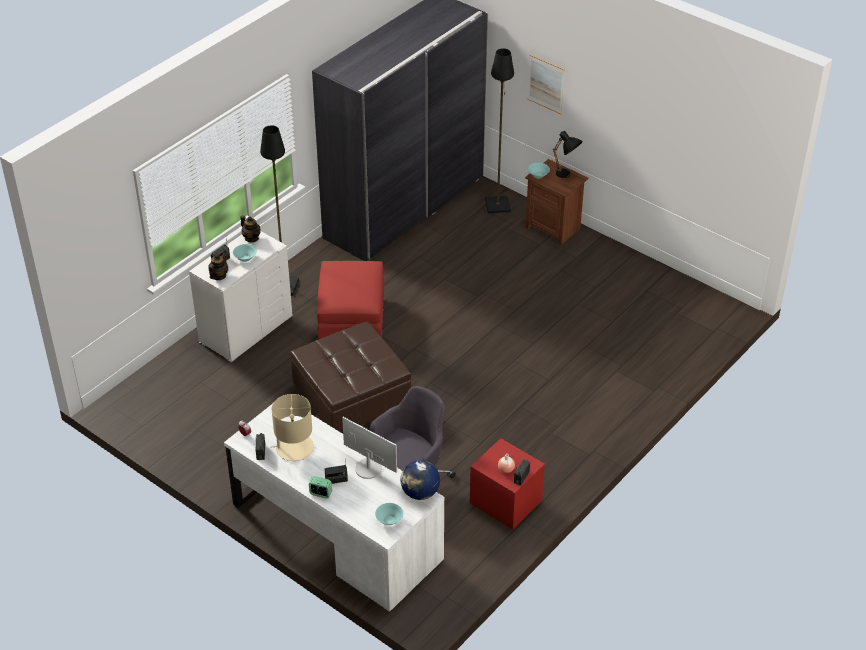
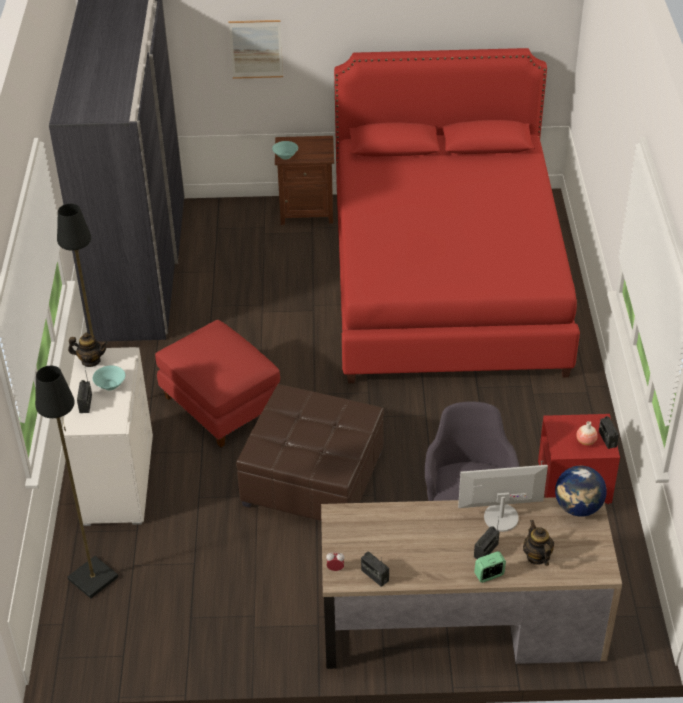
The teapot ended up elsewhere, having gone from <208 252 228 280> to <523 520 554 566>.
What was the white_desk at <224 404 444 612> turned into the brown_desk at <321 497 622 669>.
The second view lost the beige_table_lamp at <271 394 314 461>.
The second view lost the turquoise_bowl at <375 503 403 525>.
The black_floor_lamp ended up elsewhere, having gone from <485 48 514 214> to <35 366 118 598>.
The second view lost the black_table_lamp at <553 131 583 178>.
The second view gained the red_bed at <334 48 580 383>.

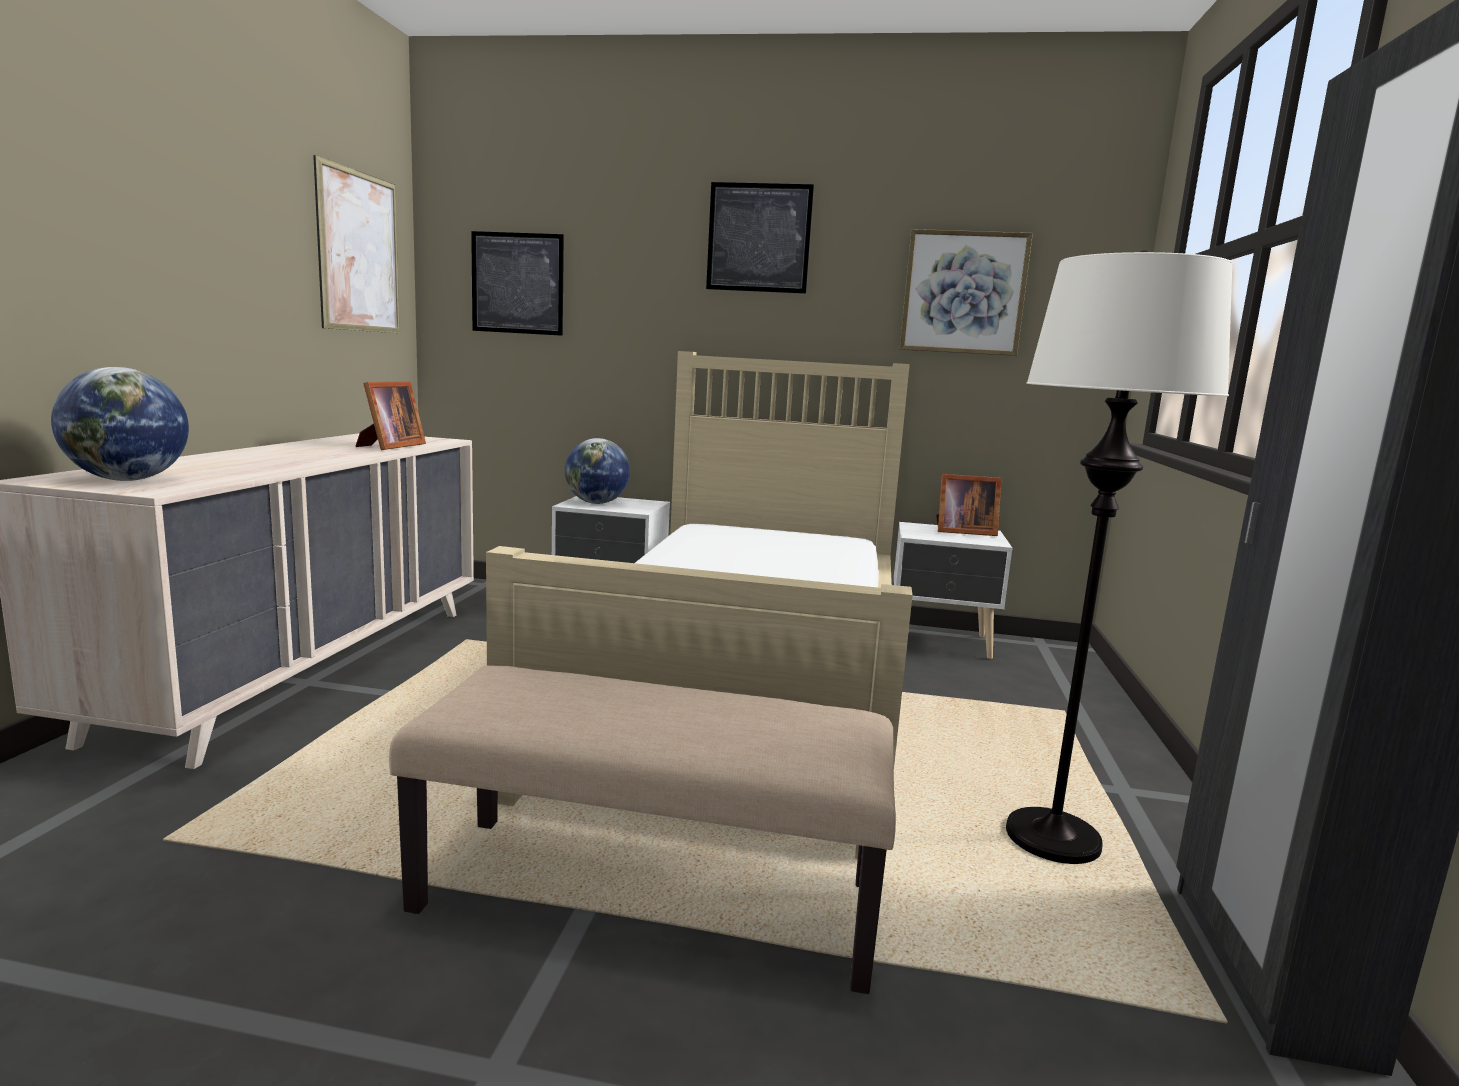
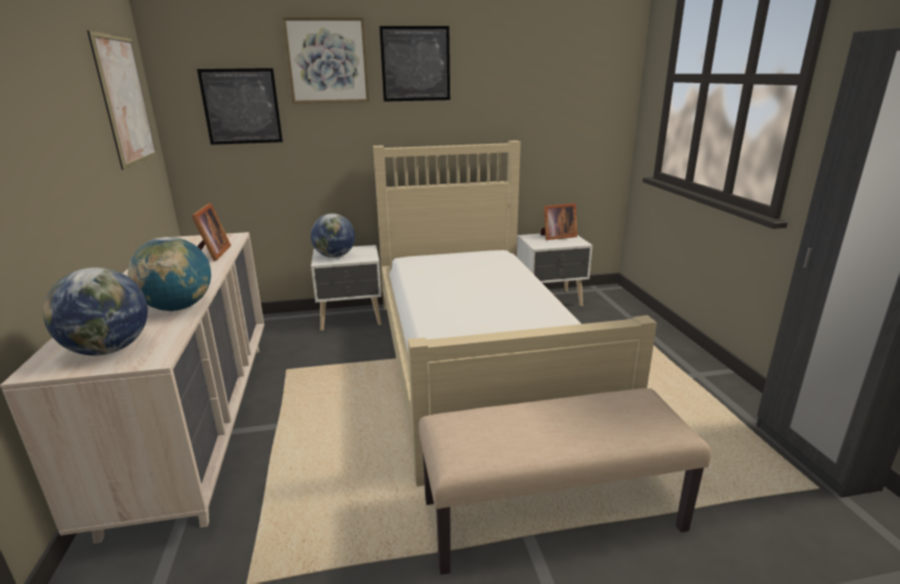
The picture ended up elsewhere, having gone from <899 229 1033 356> to <282 17 370 104>.
The second view lost the white_floor_lamp at <1006 250 1233 864>.
The second view gained the globe at <128 237 211 311>.

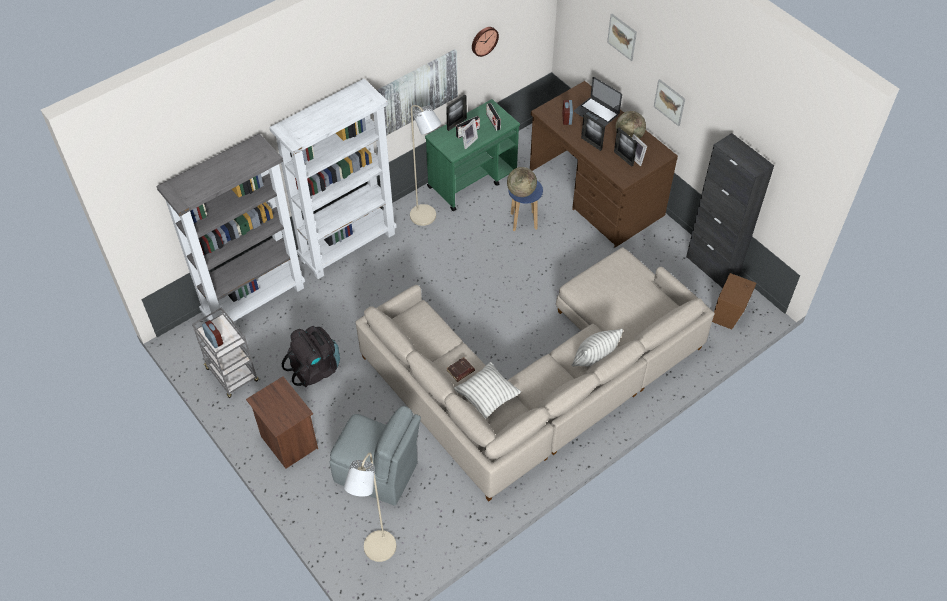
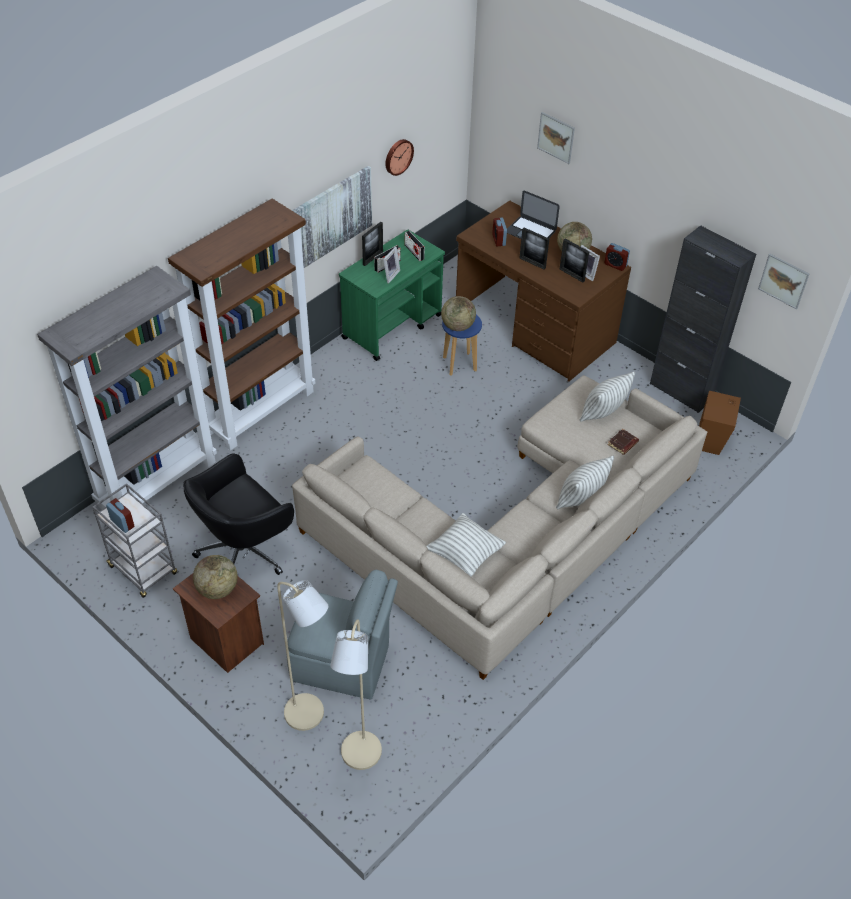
What was the white_bookcase at <269 79 397 279> turned into the brown_bookcase at <168 199 315 451>.
Where the black_backpack stood at <282 326 340 387>, the black_office_chair came to stand at <183 453 294 575>.
The beige_floor_lamp ended up elsewhere, having gone from <410 105 441 226> to <277 580 328 731>.
The brown_book ended up elsewhere, having gone from <446 357 475 382> to <607 429 639 455>.
The picture ended up elsewhere, having gone from <654 79 685 126> to <758 254 809 309>.
The second view gained the globe at <193 555 238 599>.
The second view gained the pillow at <580 371 635 422>.
The second view gained the alarm_clock at <604 243 630 271>.

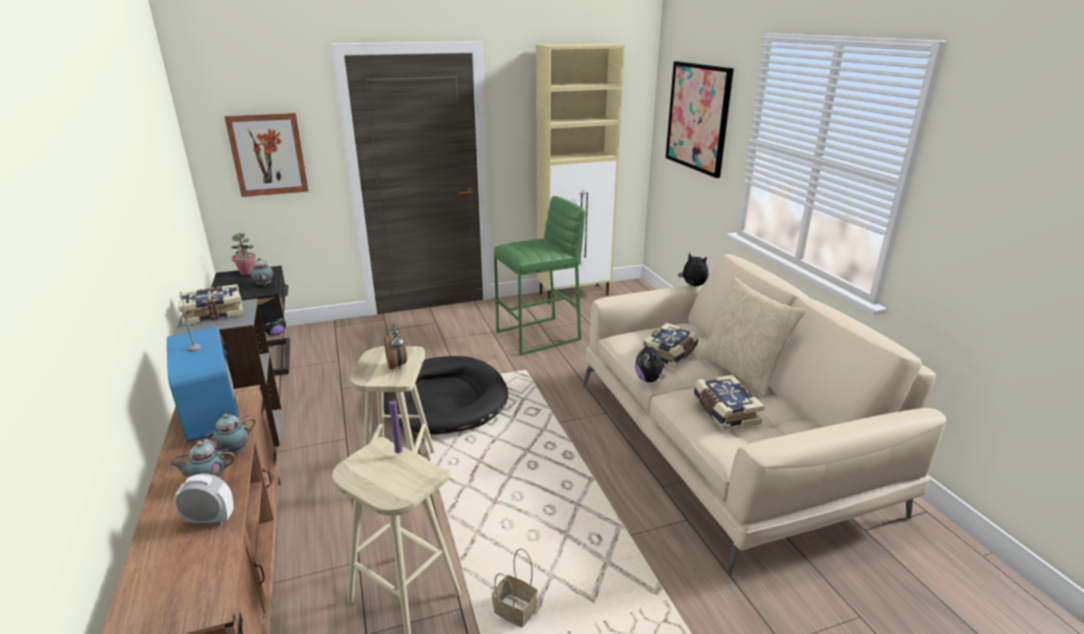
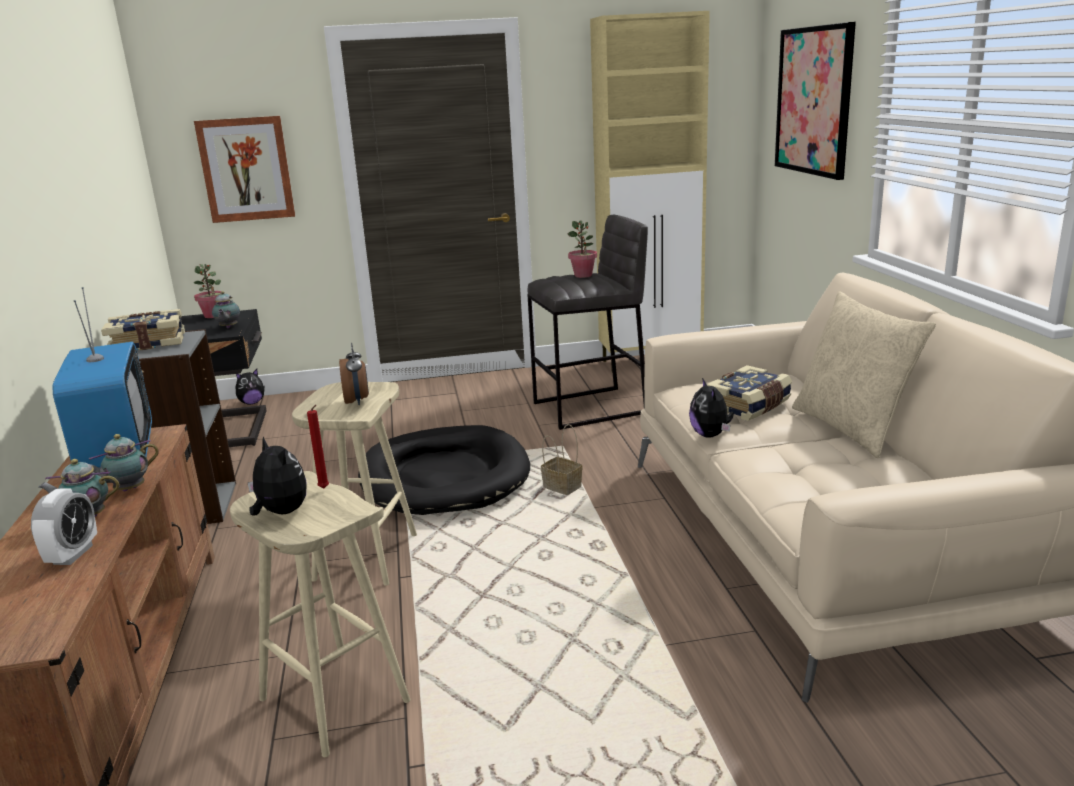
The alarm_clock at <174 473 234 526> ended up facing another way, 90 degrees clockwise from before.
What was the purple_candle at <389 398 403 454> turned into the red_candle at <307 405 329 488>.
The basket ended up elsewhere, having gone from <492 548 538 627> to <541 424 583 495>.
What was the green_stool at <494 196 585 355> turned into the grey_stool at <527 215 648 430>.
The plush_toy ended up elsewhere, having gone from <678 253 708 286> to <248 436 306 516>.
The second view lost the book at <693 375 765 430>.
The second view gained the potted_plant at <568 220 597 278>.

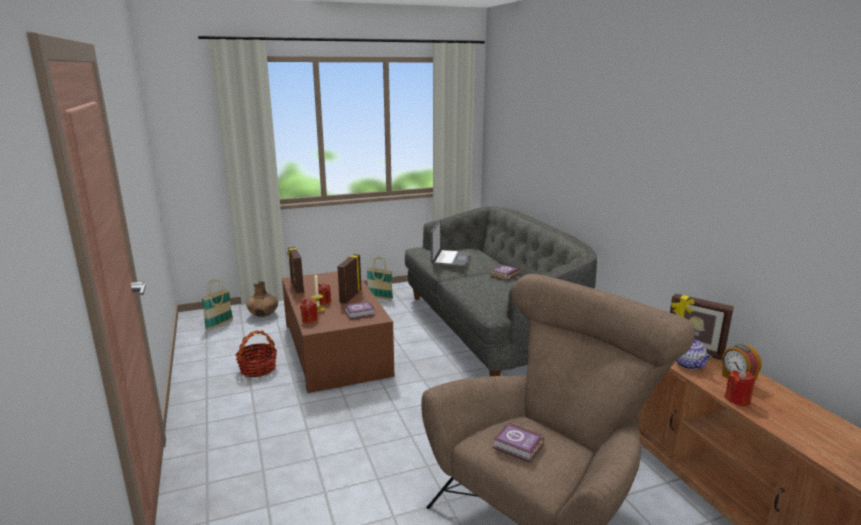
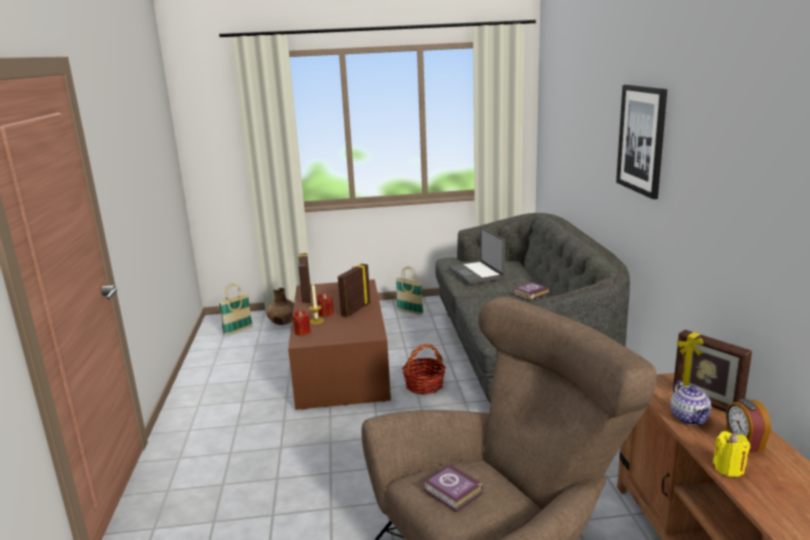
The basket ended up elsewhere, having gone from <235 330 277 377> to <402 344 446 395>.
The second view lost the book at <344 301 376 319>.
The laptop at <431 220 471 268> ended up facing another way, 135 degrees clockwise from before.
What was the red_candle at <725 370 756 406> turned into the yellow_candle at <712 431 750 477>.
The second view gained the picture at <616 85 667 199>.

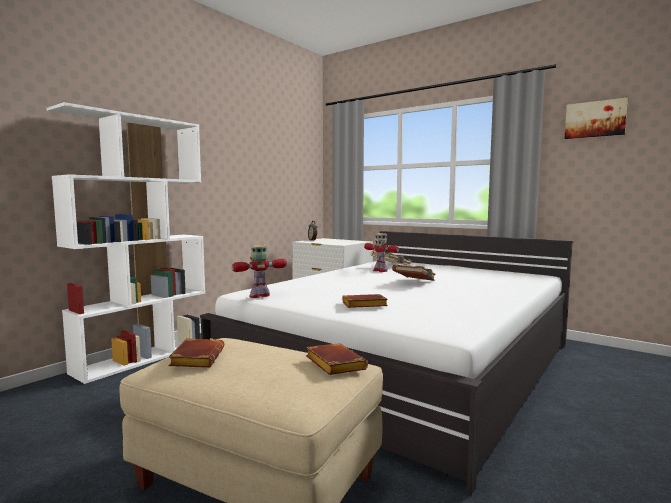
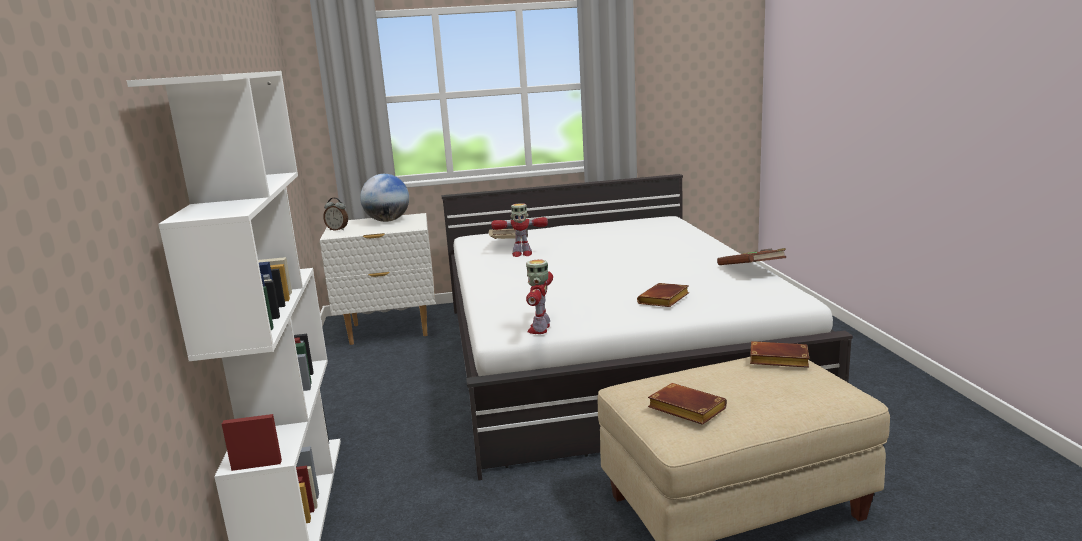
The brown_book ended up elsewhere, having gone from <392 265 436 281> to <717 248 786 265>.
The second view lost the picture at <565 98 628 139>.
The second view gained the globe at <360 174 409 222>.

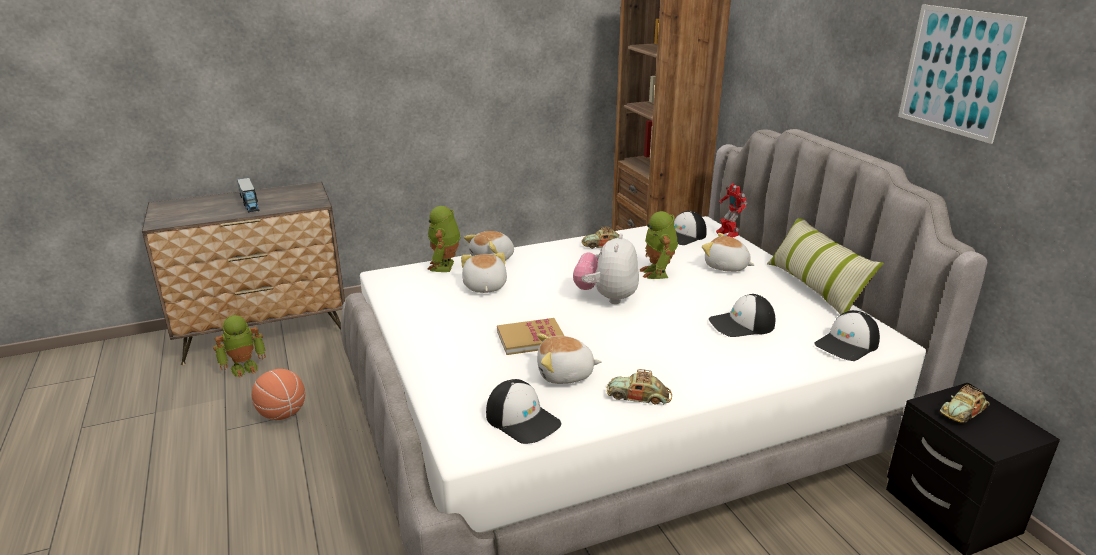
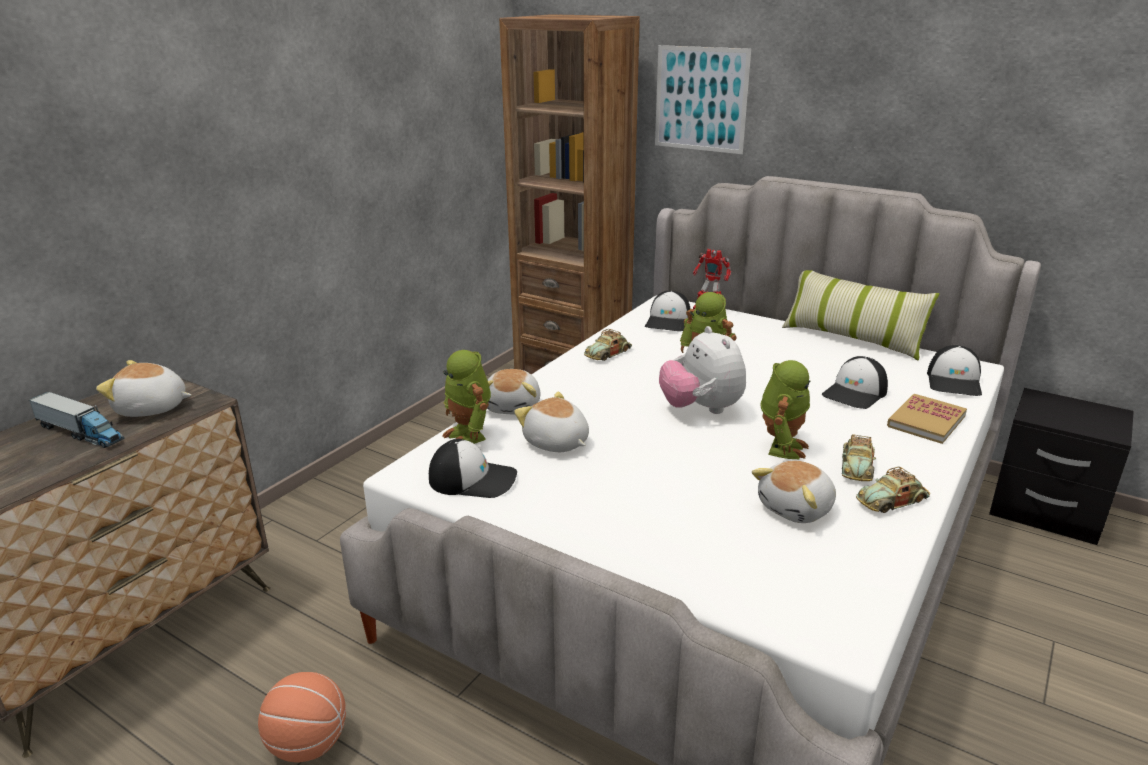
The toy_robot ended up elsewhere, having gone from <213 315 266 378> to <760 360 810 459>.
The cap ended up elsewhere, having gone from <486 379 561 444> to <429 439 517 498>.
The book ended up elsewhere, having gone from <497 318 564 355> to <887 394 967 444>.
The plush_toy ended up elsewhere, having gone from <702 233 754 272> to <96 360 191 417>.
The picture ended up elsewhere, having gone from <898 4 1027 144> to <655 45 751 154>.
The toy_car ended up elsewhere, having gone from <940 385 990 423> to <842 434 876 481>.

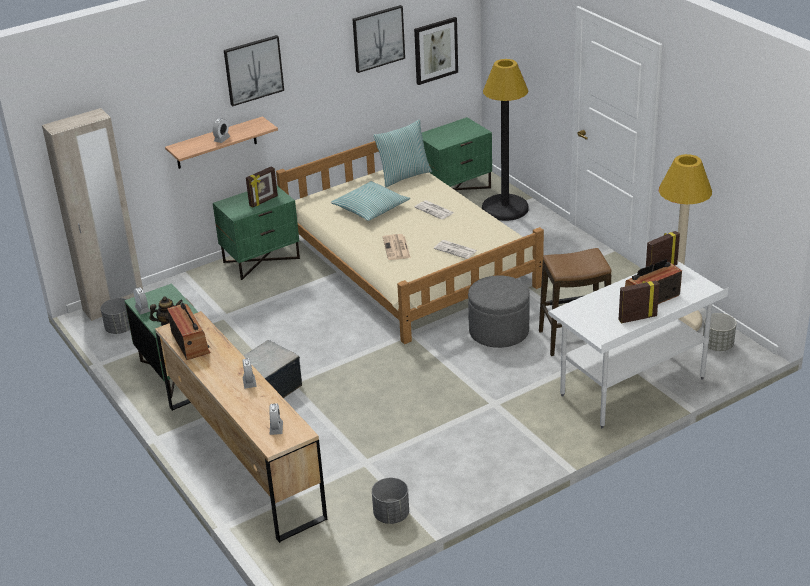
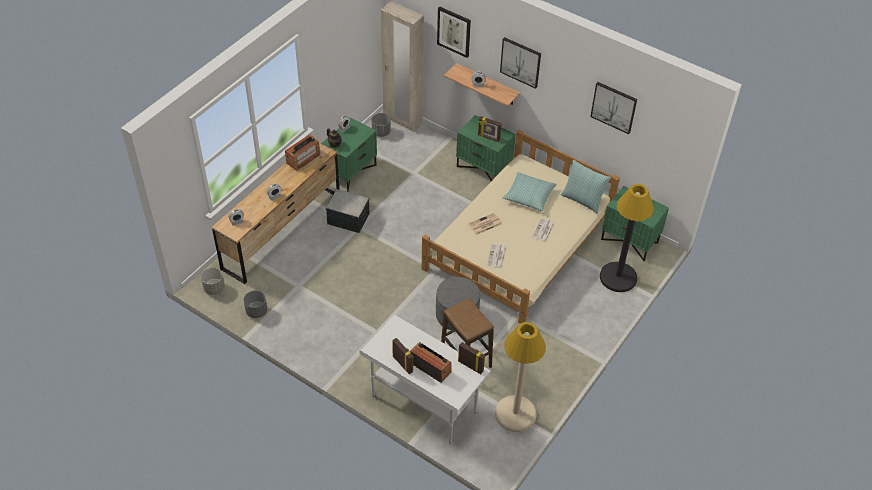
The picture ended up elsewhere, having gone from <414 17 458 85> to <437 6 471 58>.
The grey_planter ended up elsewhere, having gone from <703 313 736 351> to <201 268 225 295>.

